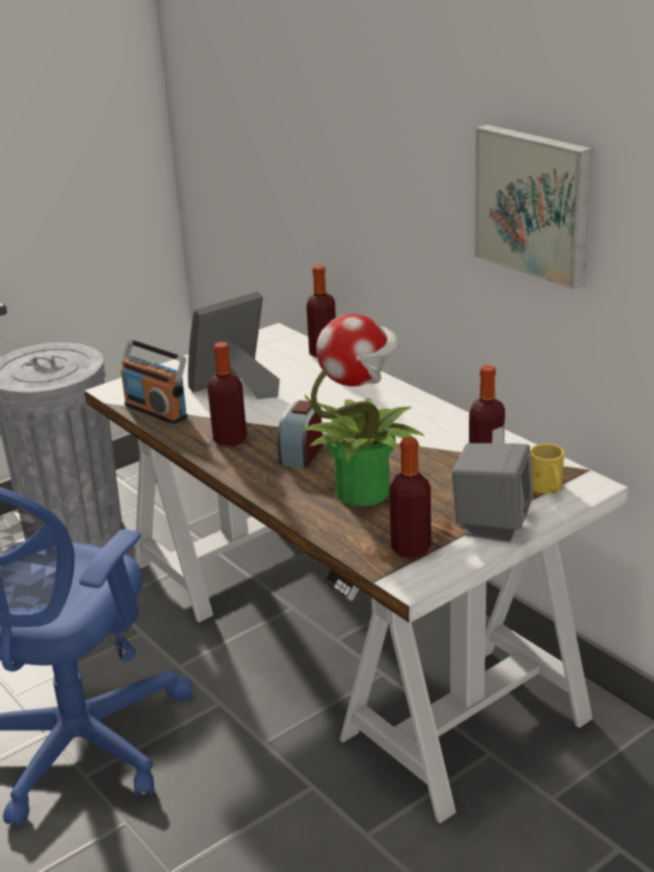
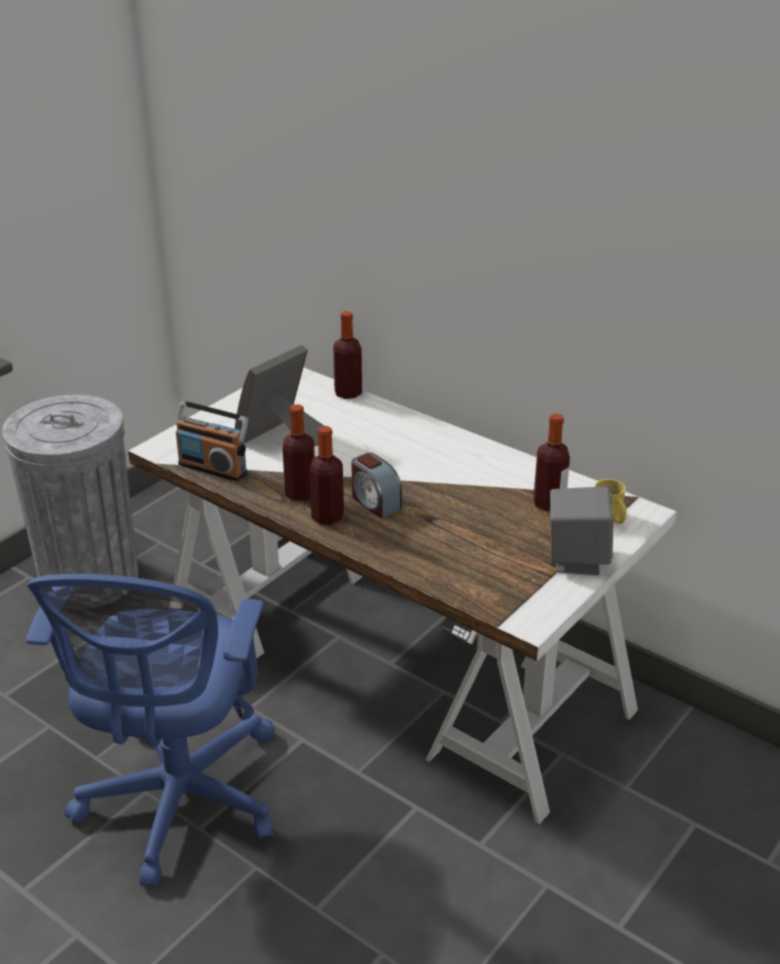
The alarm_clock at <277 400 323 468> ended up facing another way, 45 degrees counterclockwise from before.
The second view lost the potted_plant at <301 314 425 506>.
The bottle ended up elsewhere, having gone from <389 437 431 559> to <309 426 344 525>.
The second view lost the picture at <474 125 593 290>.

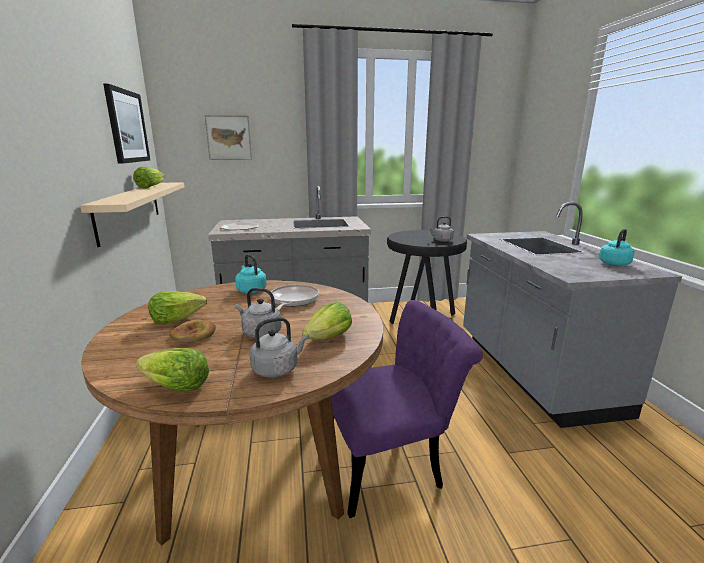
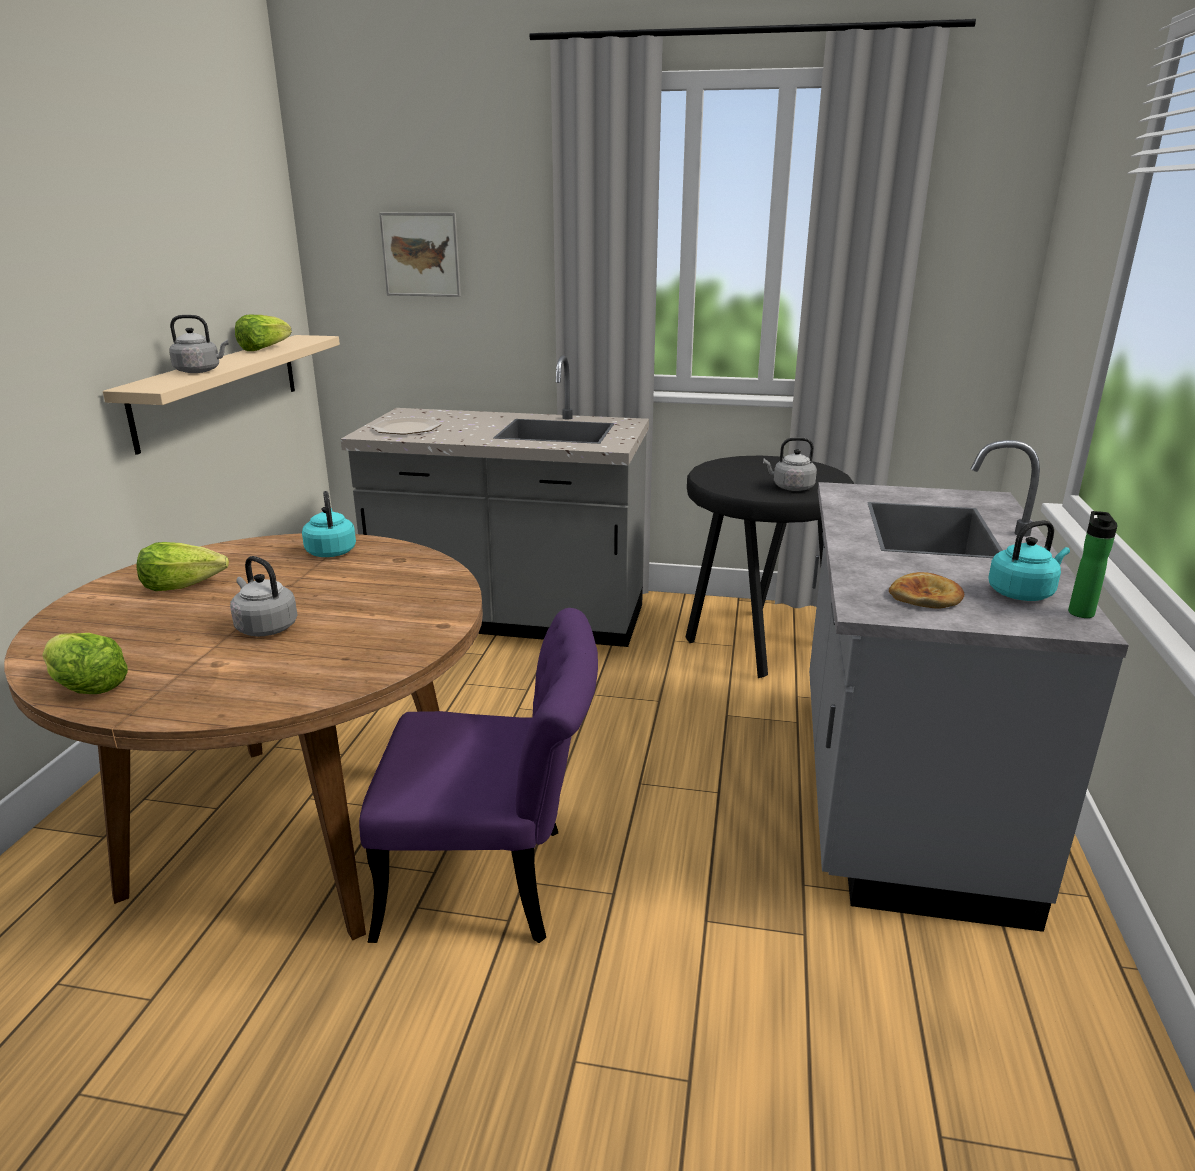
The second view lost the picture at <103 84 150 164>.
The bread ended up elsewhere, having gone from <169 319 216 342> to <889 572 964 609>.
The grey_kettle ended up elsewhere, having gone from <249 317 309 378> to <169 315 229 373>.
The second view lost the frying_pan at <269 284 319 310>.
The second view lost the lettuce at <302 302 352 340>.
The second view gained the bottle at <1068 511 1118 618>.

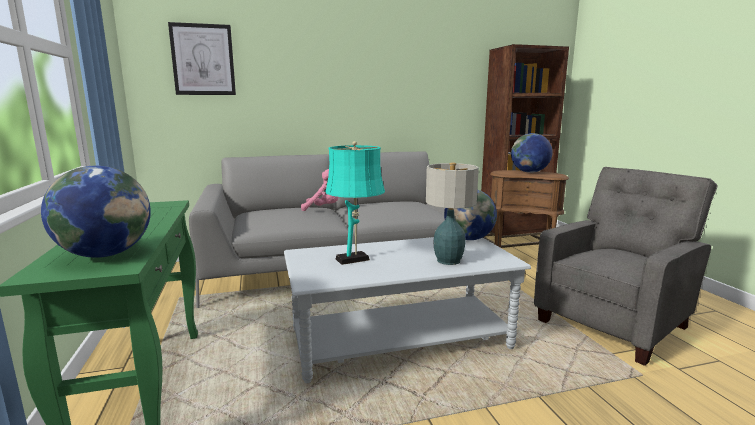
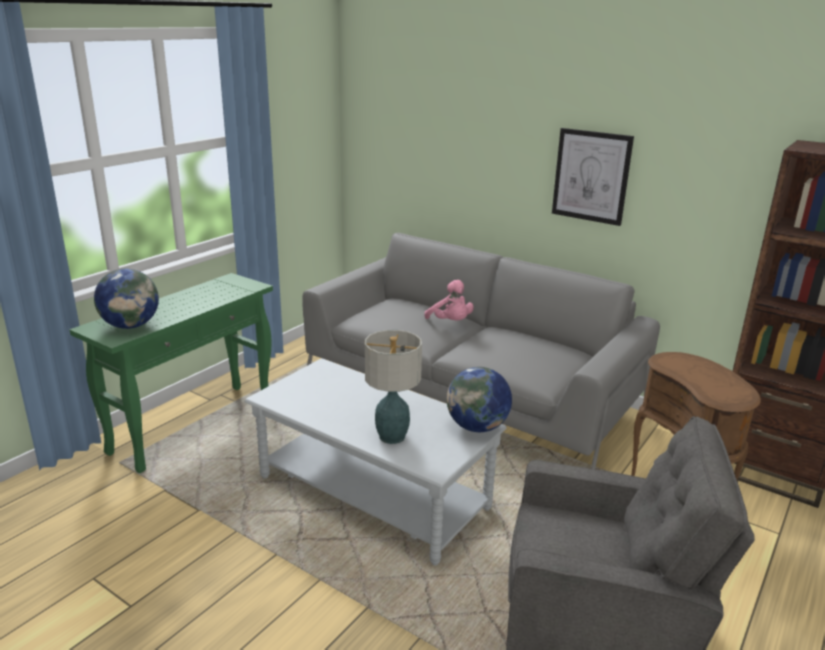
The picture ended up elsewhere, having gone from <168 22 236 95> to <552 128 634 226>.
The second view lost the turquoise_table_lamp at <325 141 385 265>.
The second view lost the globe at <511 133 553 173>.

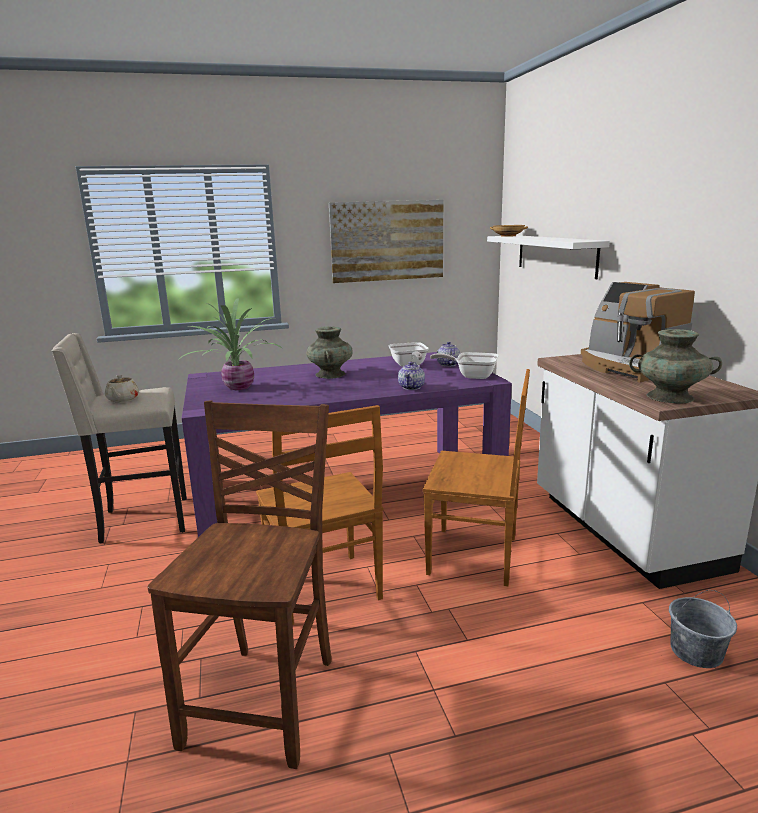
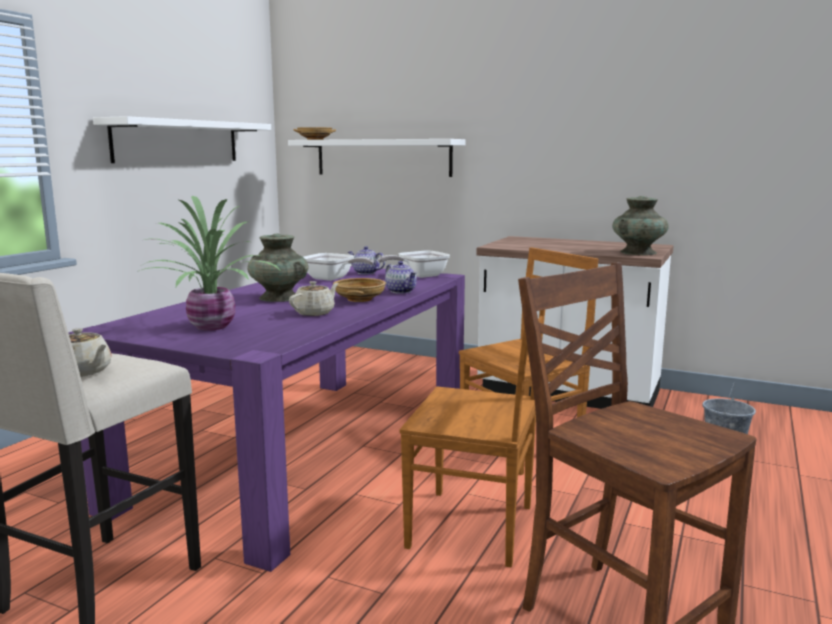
Where the picture hung at <329 200 443 283>, the white_shelf came to hang at <93 116 271 163>.
The second view lost the coffee_machine at <581 282 695 383>.
The second view gained the beige_teapot at <289 281 339 316>.
The second view gained the beige_bowl at <333 278 386 302>.

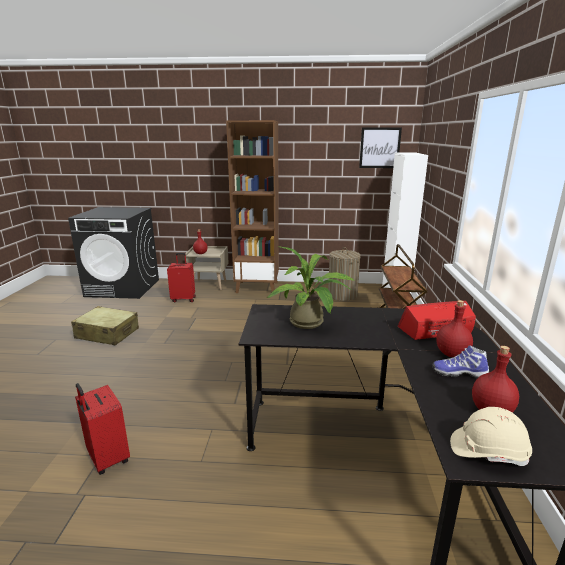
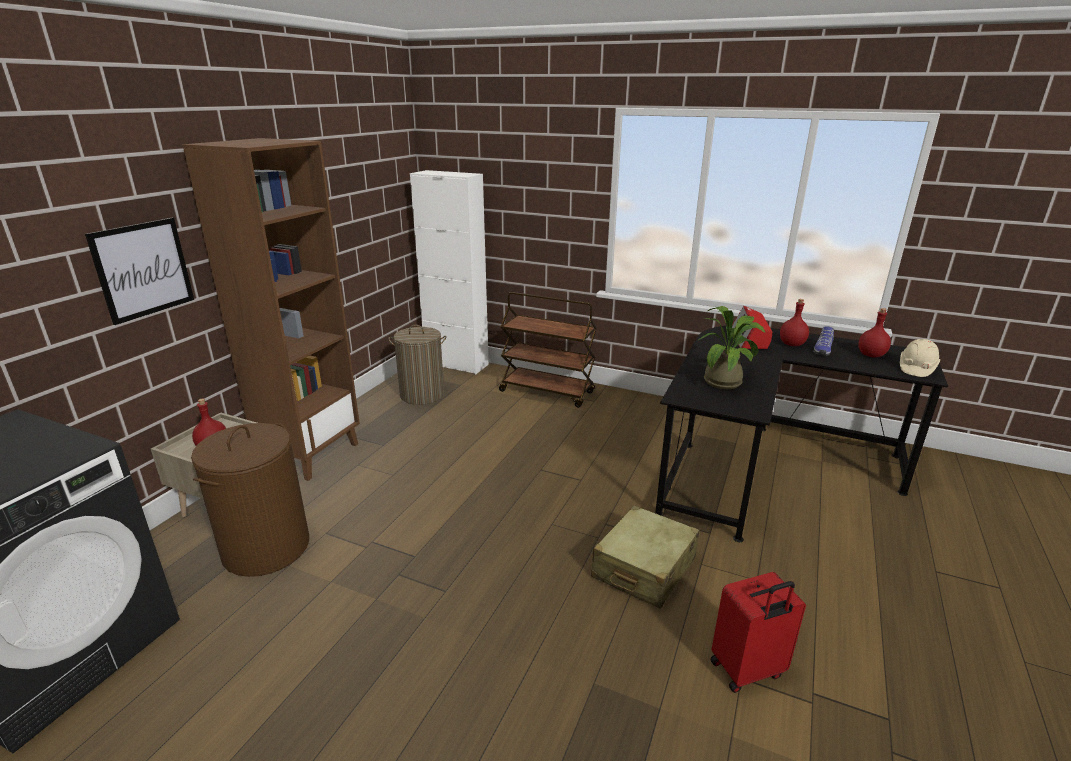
The beige_suitcase ended up elsewhere, having gone from <71 306 139 345> to <591 505 699 609>.
Where the red_suitcase stood at <167 253 196 303>, the brown_laundry_basket came to stand at <191 423 309 577>.
The picture ended up elsewhere, having gone from <359 127 402 168> to <85 218 194 325>.

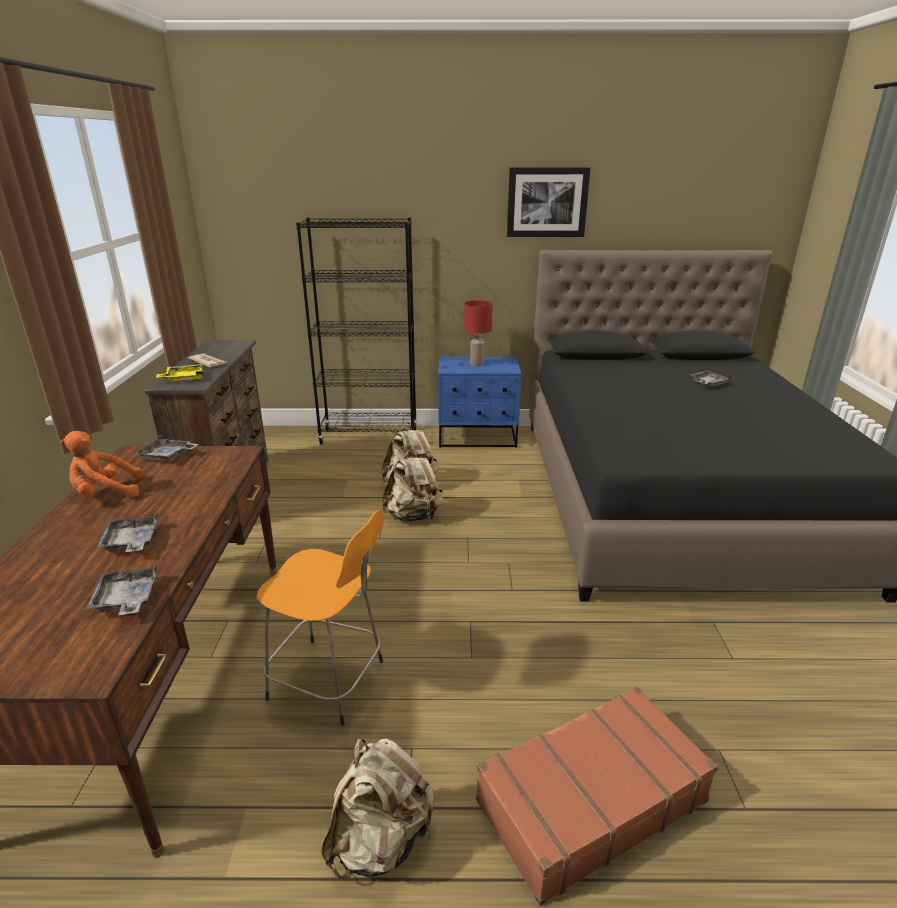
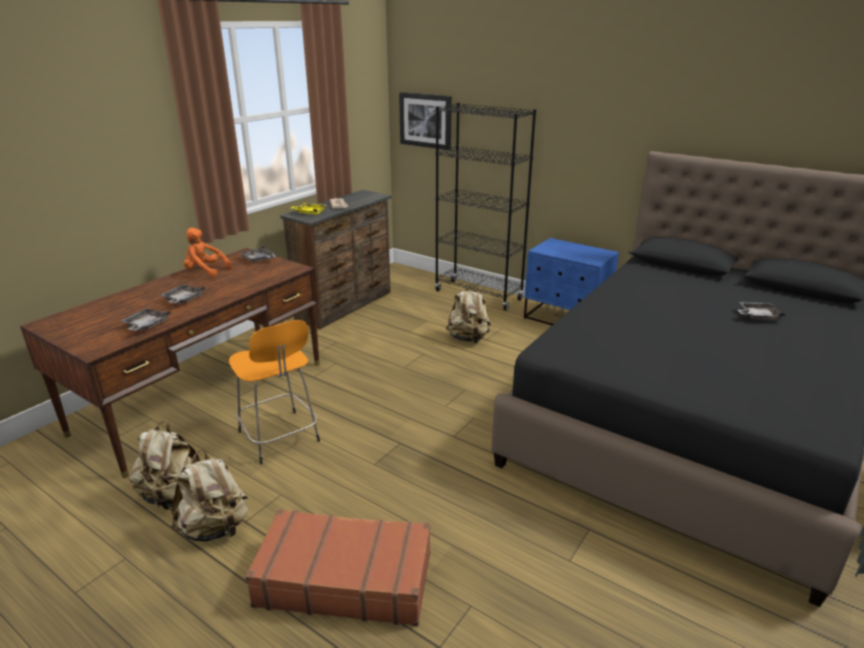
The beige_backpack ended up elsewhere, having gone from <382 449 444 521> to <129 421 200 510>.
The second view lost the red_table_lamp at <464 300 493 366>.
The picture ended up elsewhere, having gone from <507 167 590 237> to <399 92 452 150>.

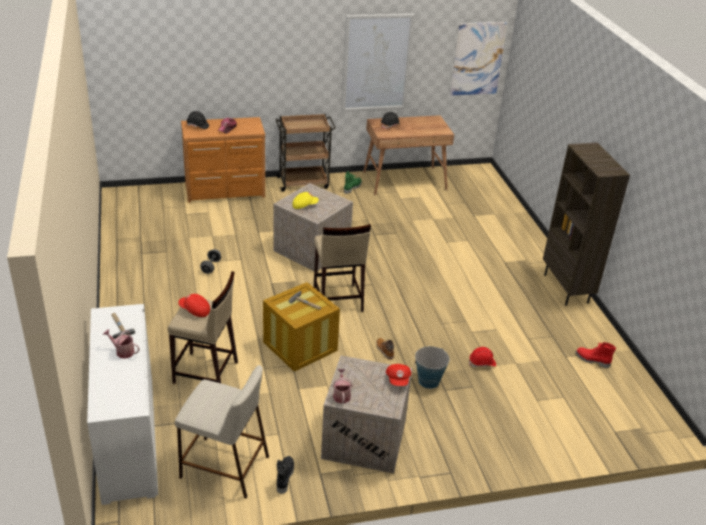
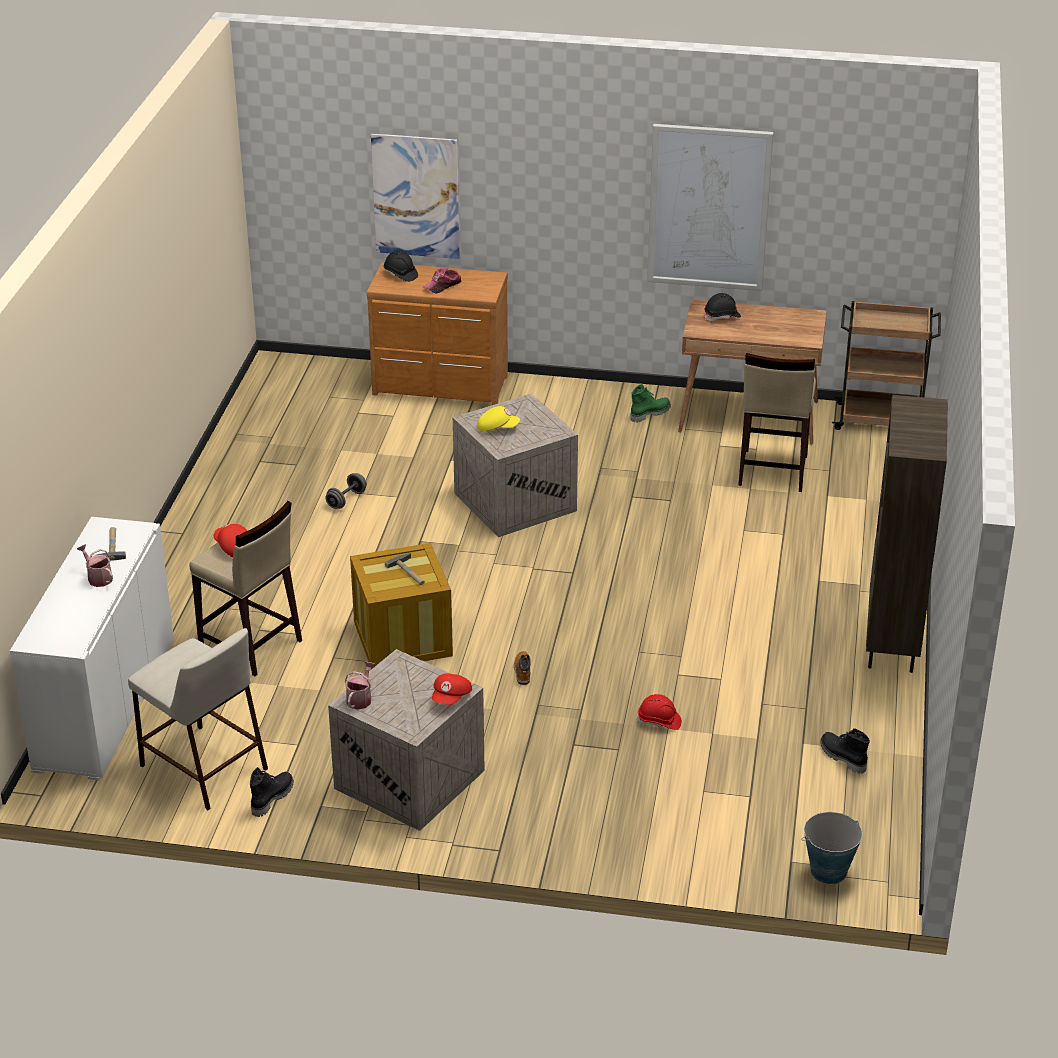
The brown_cart ended up elsewhere, having gone from <275 114 336 192> to <832 301 941 430>.
The beige_stool ended up elsewhere, having gone from <314 224 371 312> to <738 353 816 492>.
The bucket ended up elsewhere, having gone from <415 346 449 389> to <801 812 863 884>.
The picture ended up elsewhere, having gone from <450 22 508 95> to <371 133 460 259>.
What was the red_boot at <576 342 616 368> turned into the black_boot at <820 728 870 774>.

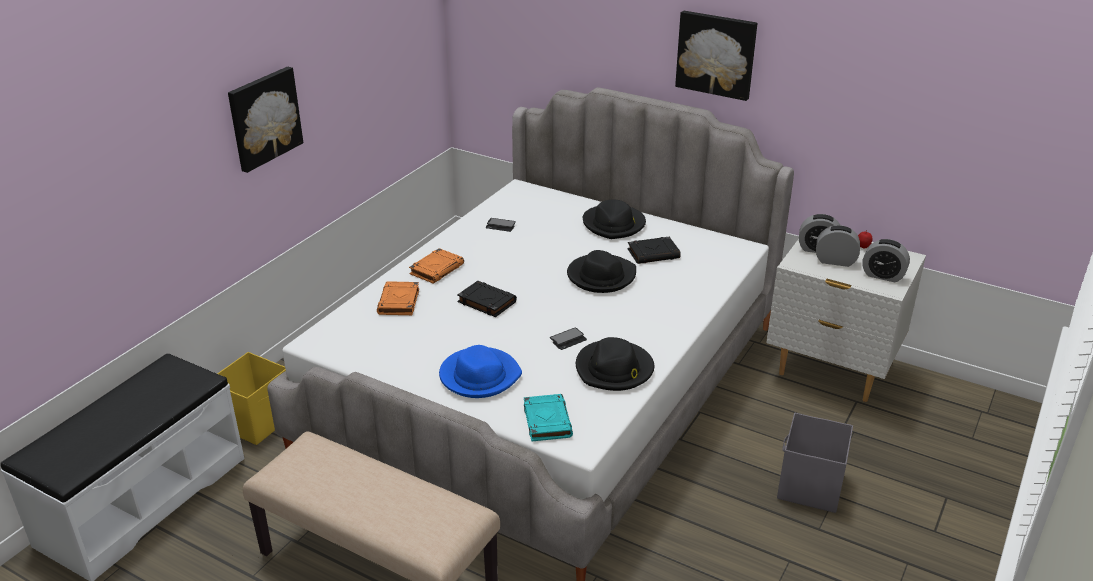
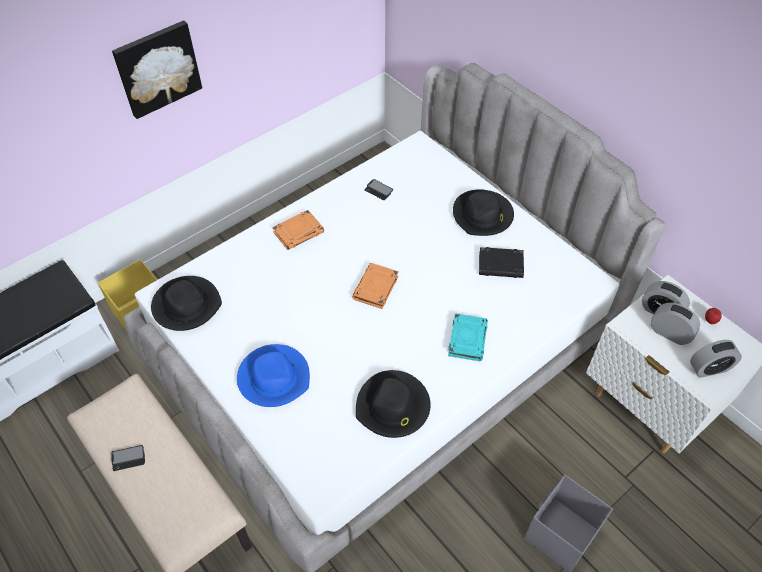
The orange_book ended up elsewhere, having gone from <377 281 419 315> to <352 263 399 309>.
The second view lost the black_book at <457 281 517 317>.
The turquoise_book ended up elsewhere, having gone from <524 394 573 442> to <448 313 488 361>.
The phone ended up elsewhere, having gone from <550 328 587 350> to <111 445 145 471>.
The black_hat ended up elsewhere, having gone from <567 250 636 293> to <151 276 222 331>.
The second view lost the picture at <675 11 757 101>.
The alarm_clock at <862 239 910 282> ended up facing another way, 60 degrees counterclockwise from before.

